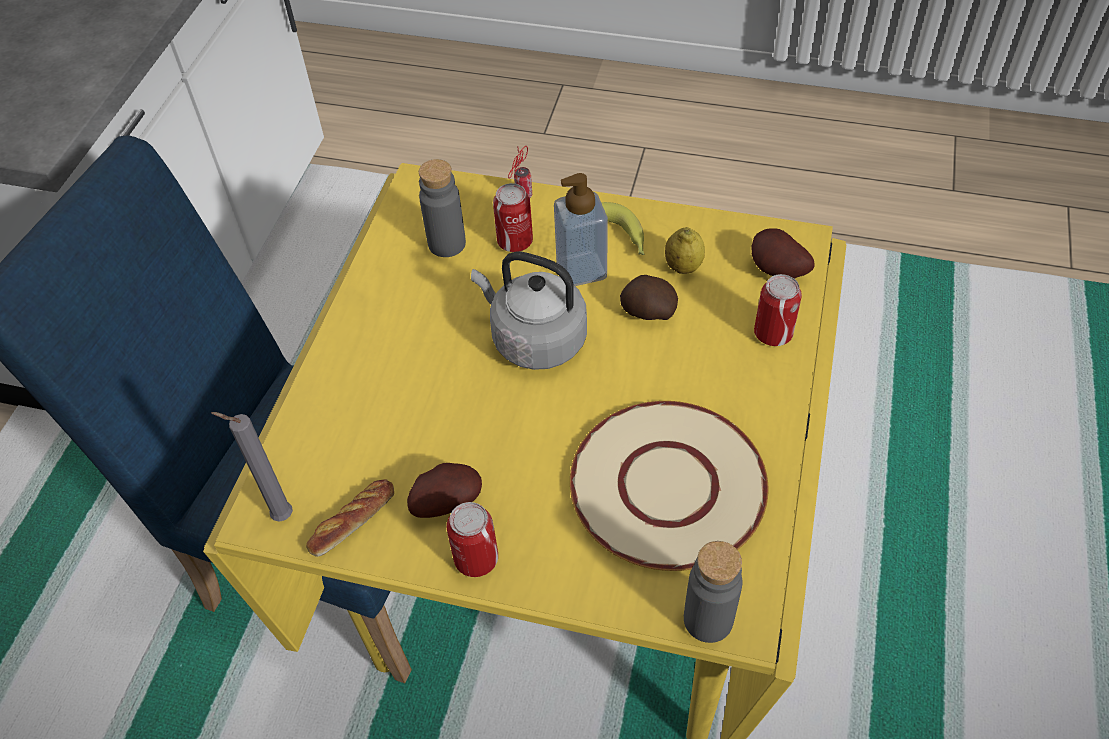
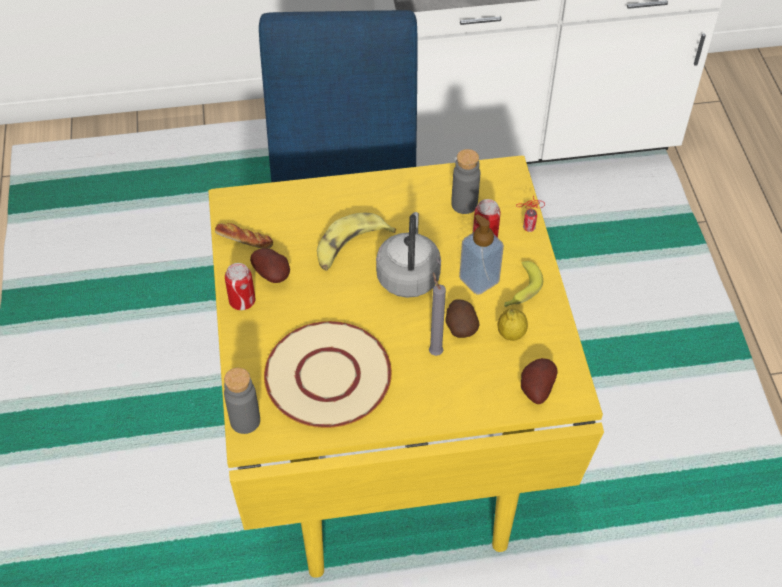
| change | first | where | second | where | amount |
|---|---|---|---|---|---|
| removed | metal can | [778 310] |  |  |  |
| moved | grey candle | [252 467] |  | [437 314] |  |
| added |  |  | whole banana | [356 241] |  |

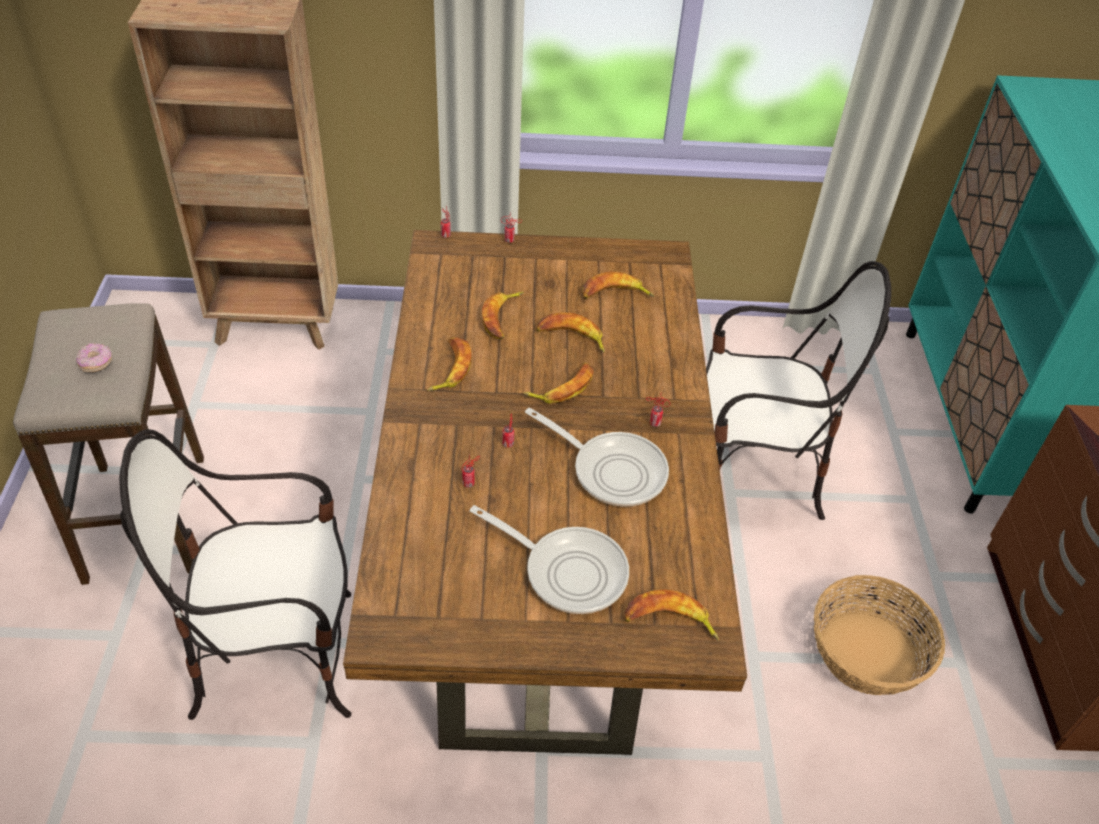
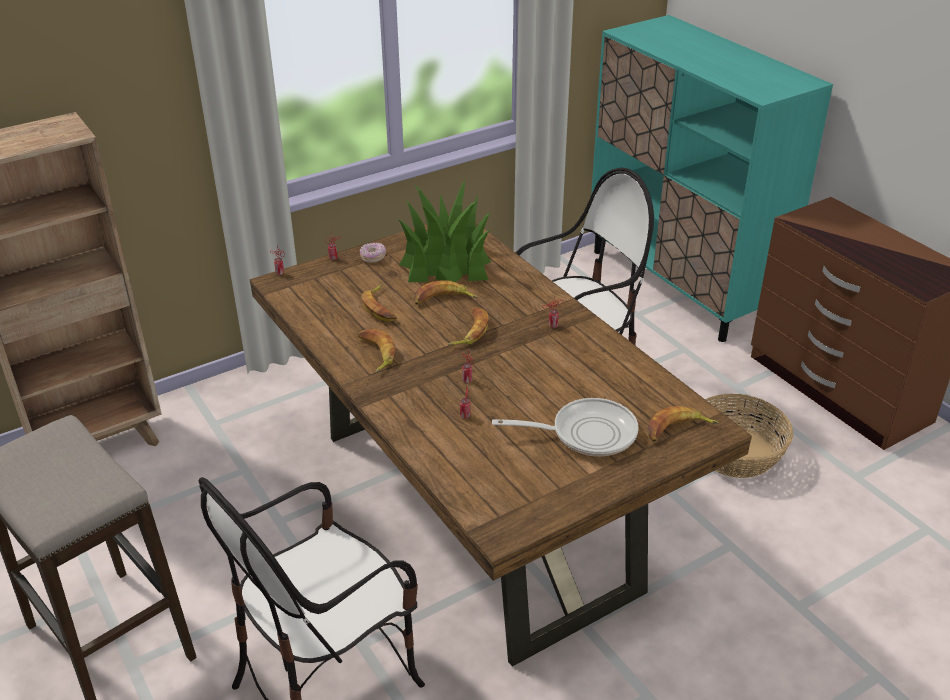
| change | first | where | second | where | amount |
|---|---|---|---|---|---|
| replaced | whole banana | [618 285] | houseplant | [445 231] |  |
| moved | ring doughnut | [94 357] |  | [373 253] |  |
| removed | pan | [597 457] |  |  |  |

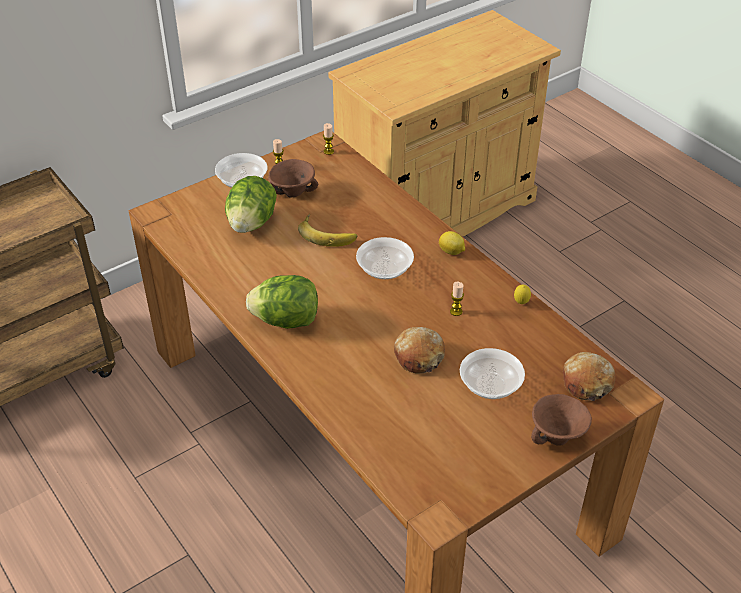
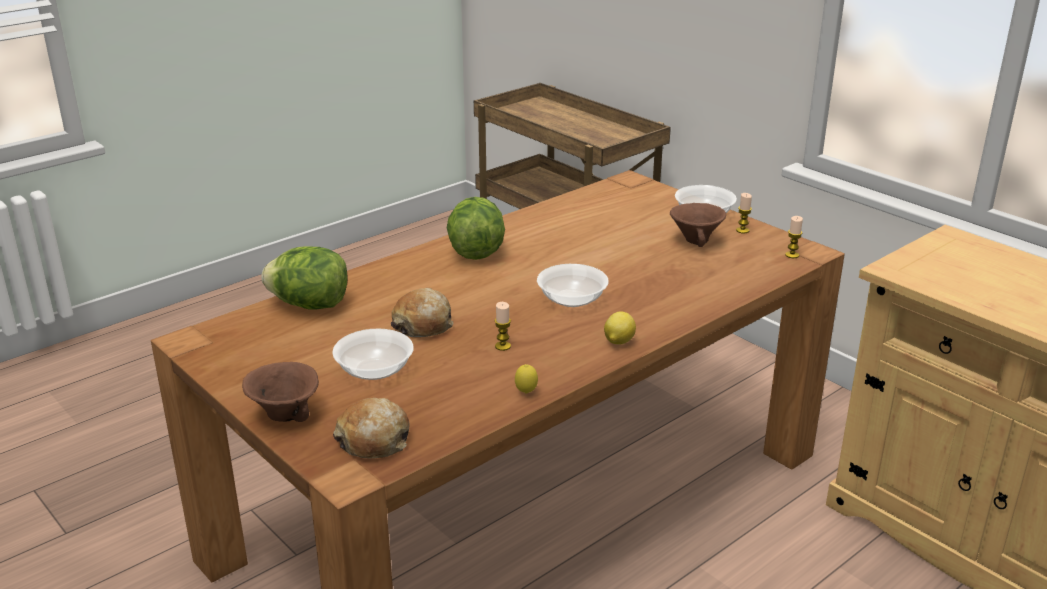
| change | first | where | second | where | amount |
|---|---|---|---|---|---|
| moved | lettuce | [251 204] |  | [304 278] |  |
| removed | whole banana | [327 230] |  |  |  |

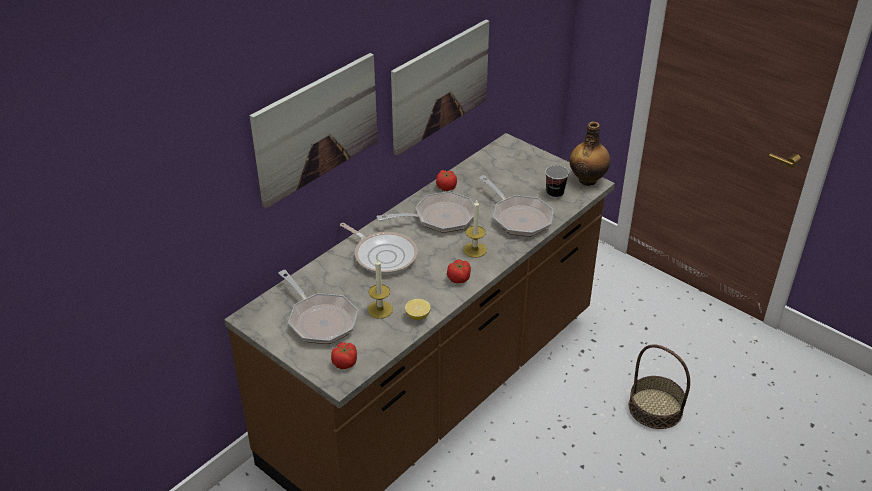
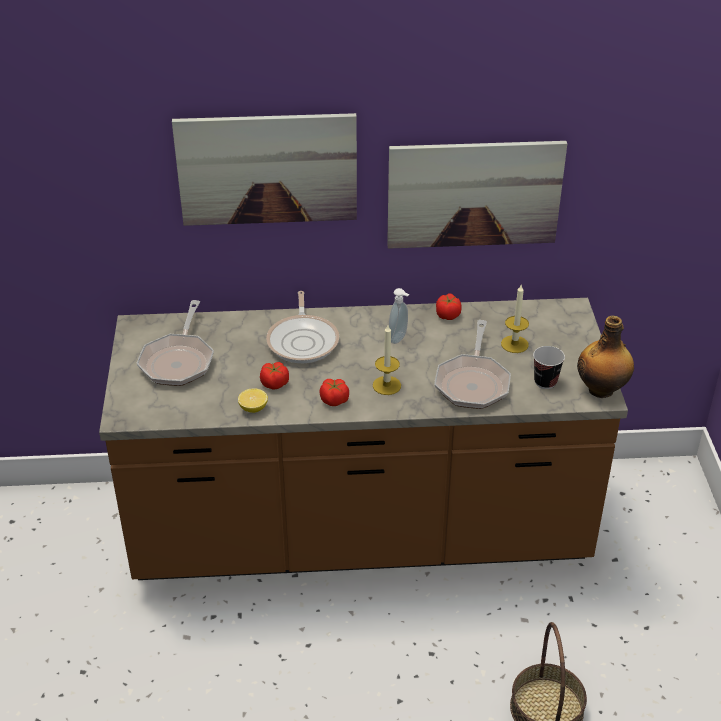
| change | first | where | second | where | amount |
|---|---|---|---|---|---|
| replaced | pan | [425 212] | liquid soap bottle | [399 316] |  |
| moved | candle | [380 289] |  | [515 319] |  |
| moved | tomato | [344 355] |  | [274 375] |  |

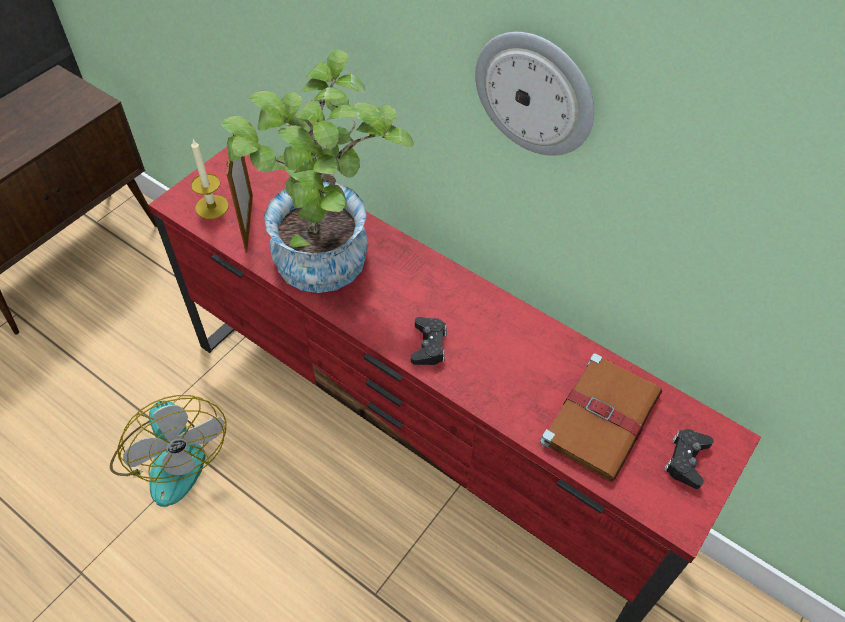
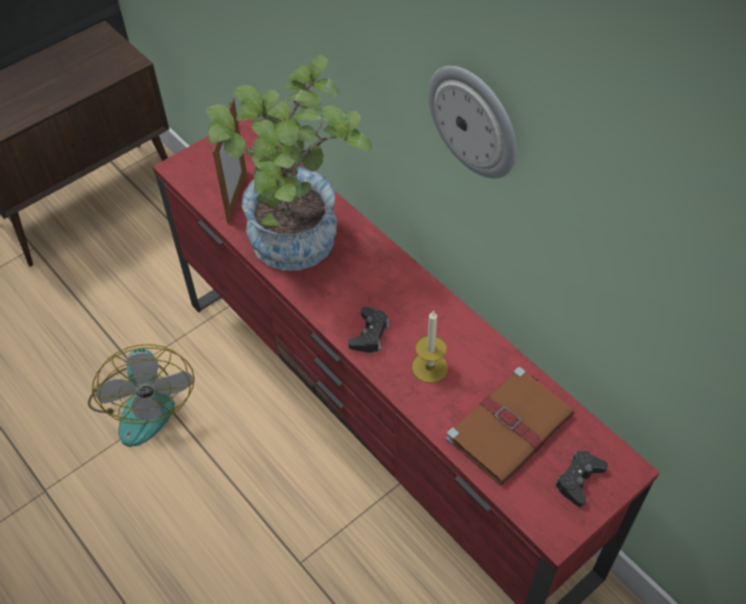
| change | first | where | second | where | amount |
|---|---|---|---|---|---|
| moved | candle | [210 179] |  | [430 346] |  |

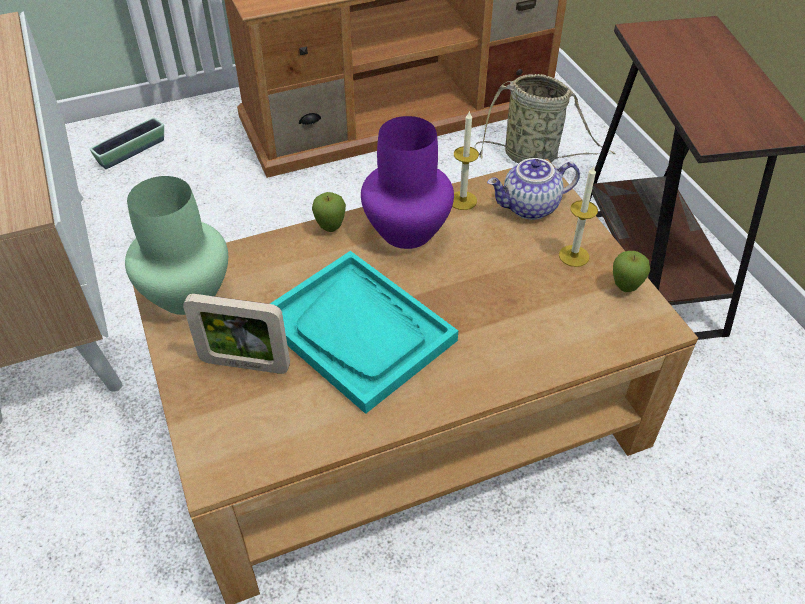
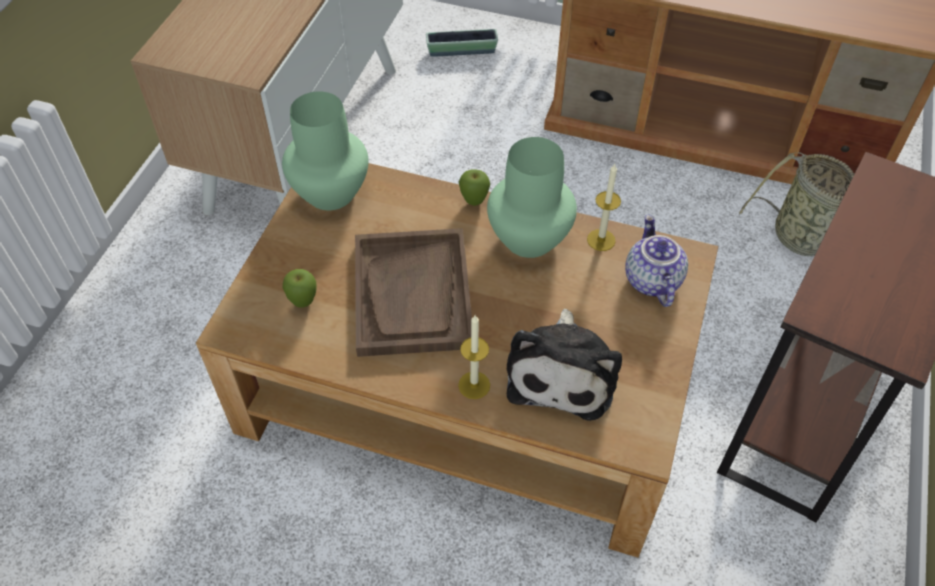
| change | first | where | second | where | amount |
|---|---|---|---|---|---|
| recoloured | purplish vase | [407 182] | green vase | [532 197] |  |
| turned | pot for tea | [533 189] |  | [656 261] | 60 degrees clockwise |
| moved | candle | [578 216] |  | [474 357] |  |
| recoloured | blue-green serving tray | [364 332] | brown serving tray | [413 292] |  |
| moved | whole apple | [632 271] |  | [300 288] |  |
| removed | standing frame | [236 334] |  |  |  |
| added |  |  | plush toy | [564 365] |  |

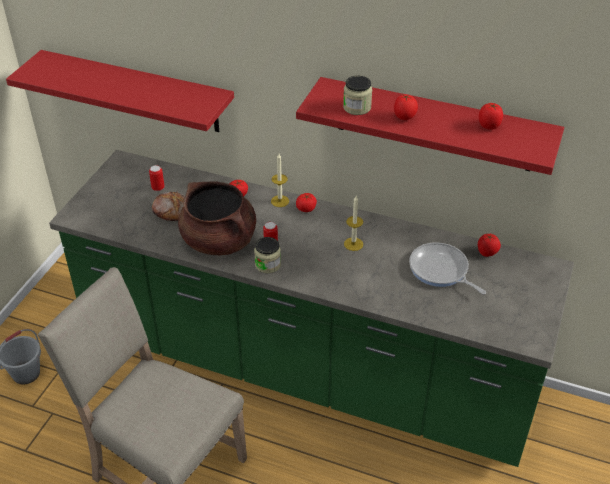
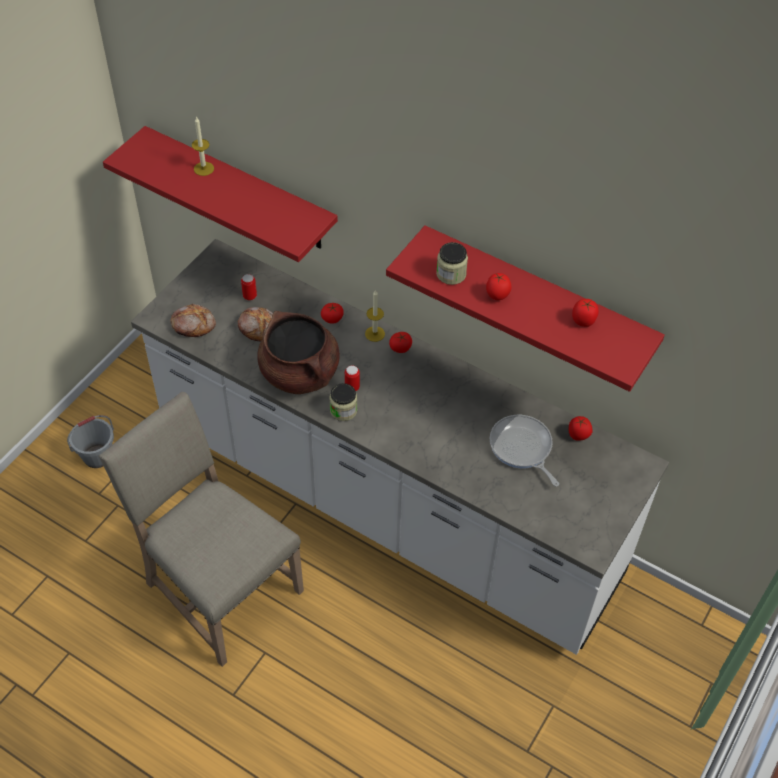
| change | first | where | second | where | amount |
|---|---|---|---|---|---|
| recoloured | green kitchen counter | [311 308] | white kitchen counter | [400 447] |  |
| moved | candle | [353 223] |  | [203 146] |  |
| added |  |  | bread | [193 320] |  |

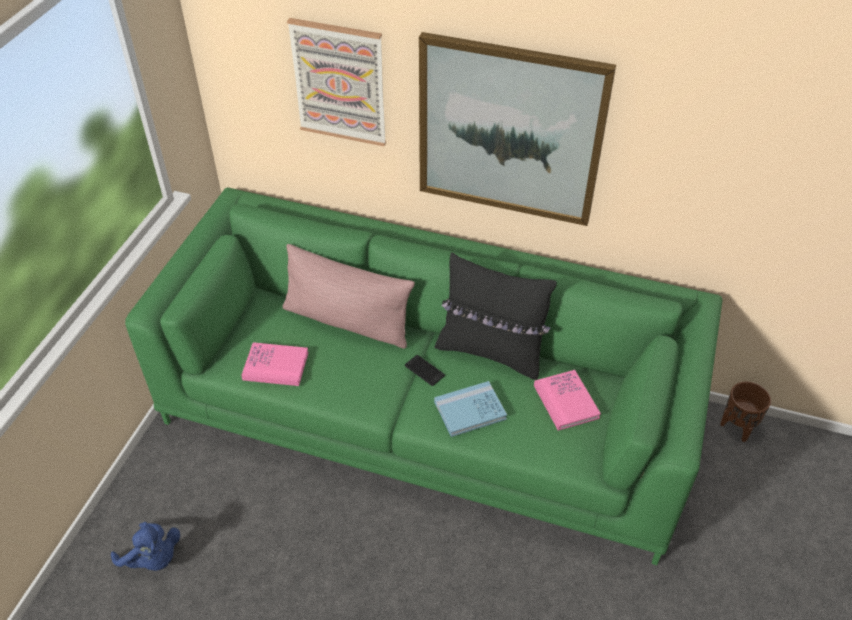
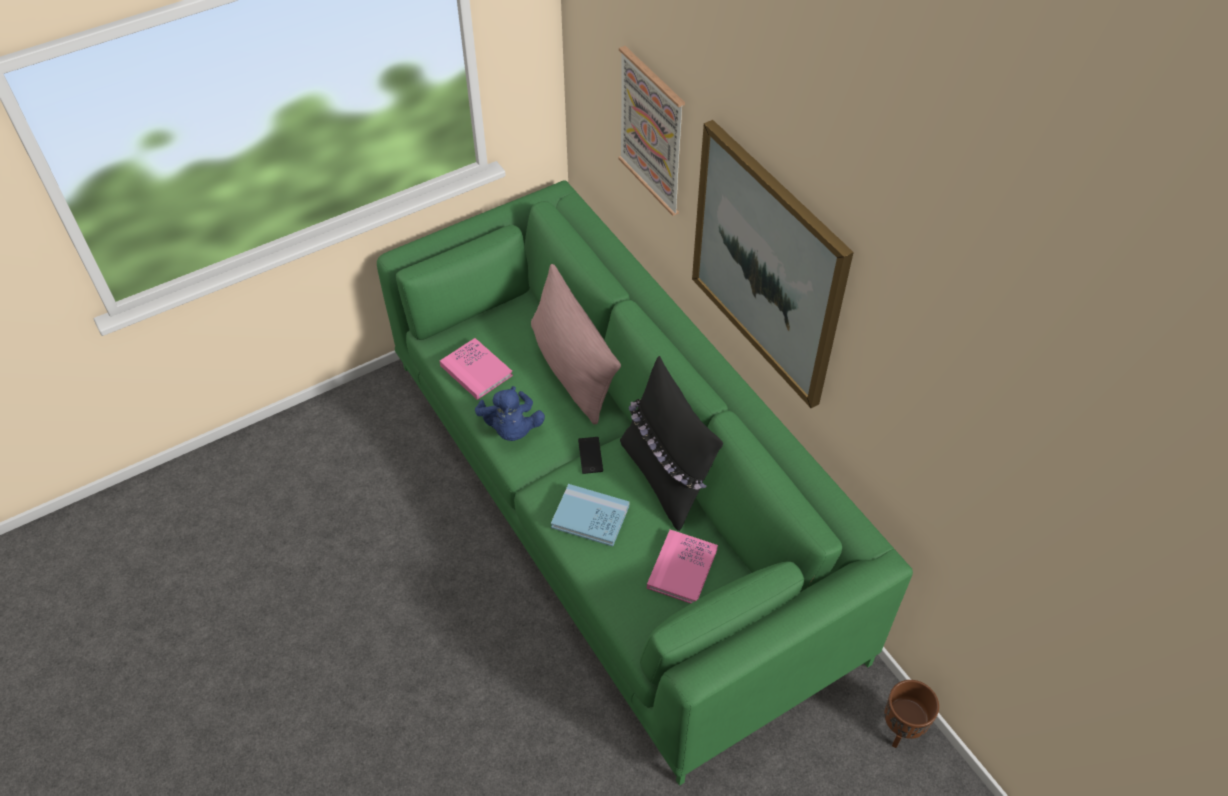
| change | first | where | second | where | amount |
|---|---|---|---|---|---|
| moved | bluish plush toy | [145 546] |  | [510 413] |  |

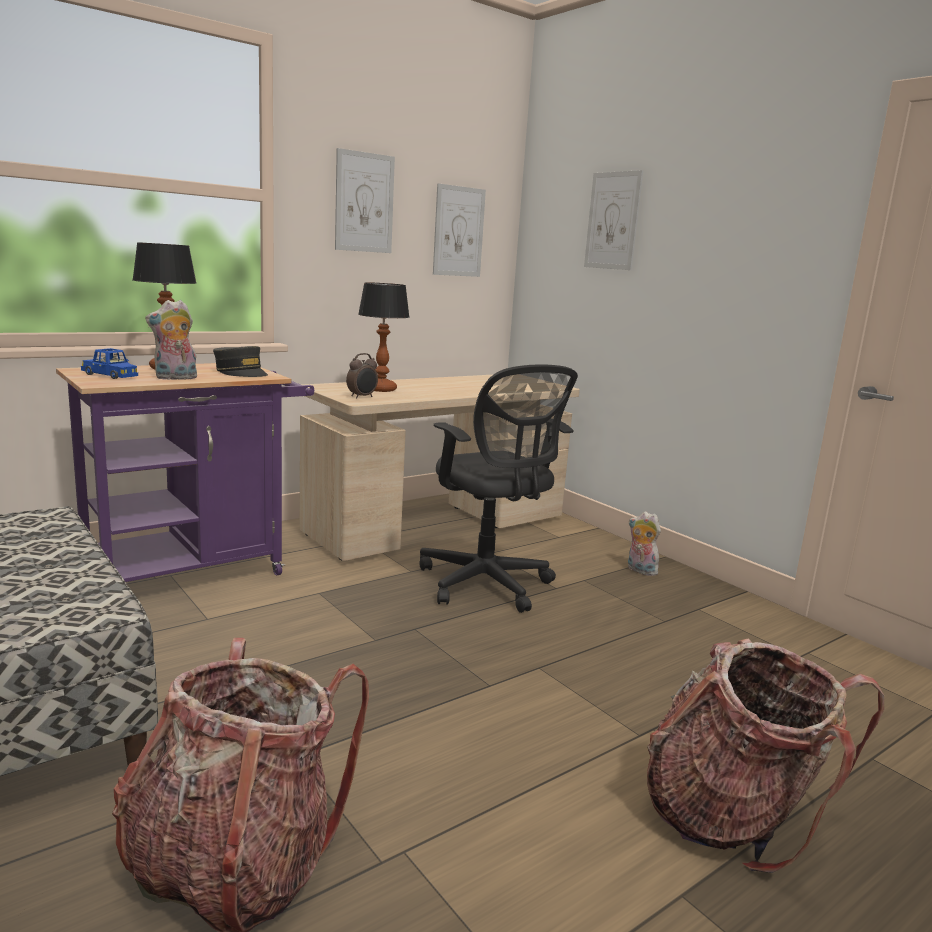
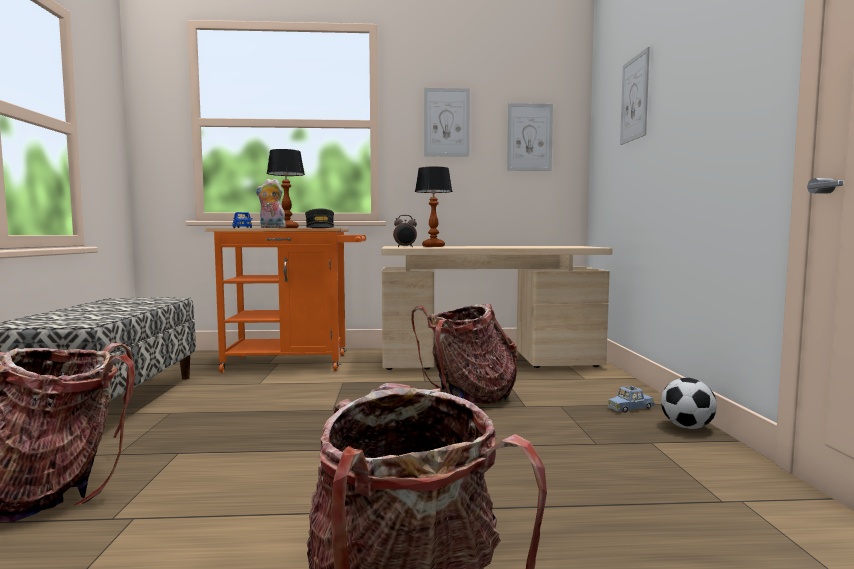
| change | first | where | second | where | amount |
|---|---|---|---|---|---|
| recoloured | purplish trolley | [185 472] | orangey trolley | [286 300] |  |
| replaced | blackish desk chair | [499 488] | knapsack | [464 354] |  |
| replaced | plush toy | [644 543] | bluish model car | [631 399] |  |
| added |  |  | ball for football | [689 403] |  |

